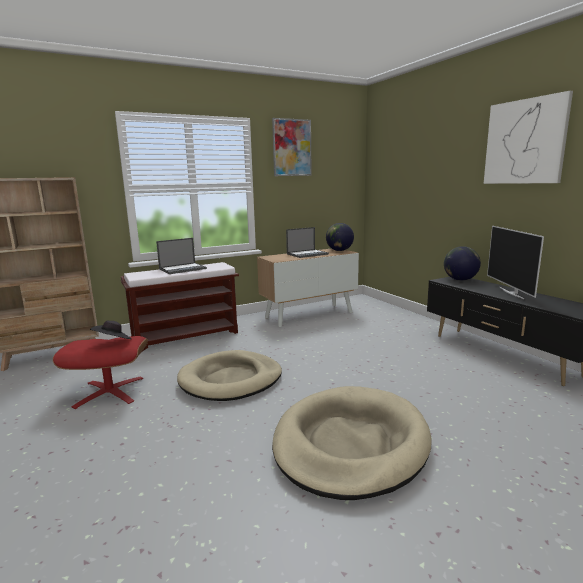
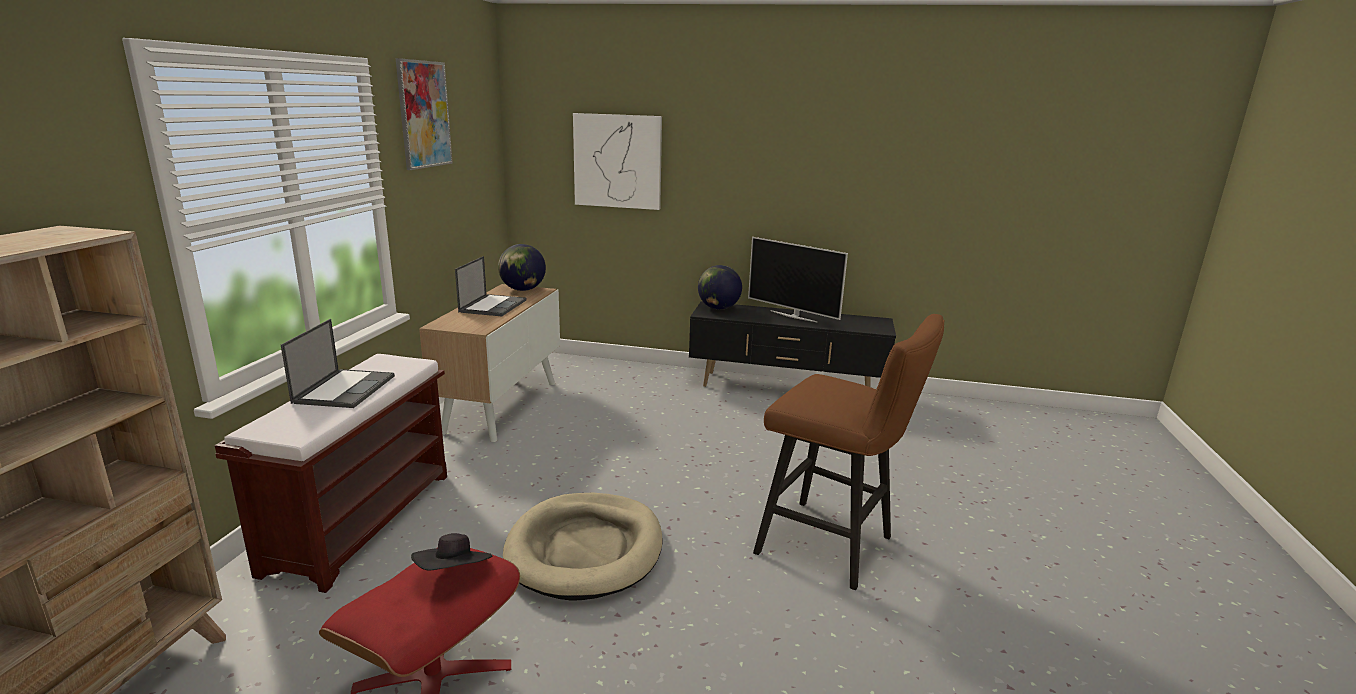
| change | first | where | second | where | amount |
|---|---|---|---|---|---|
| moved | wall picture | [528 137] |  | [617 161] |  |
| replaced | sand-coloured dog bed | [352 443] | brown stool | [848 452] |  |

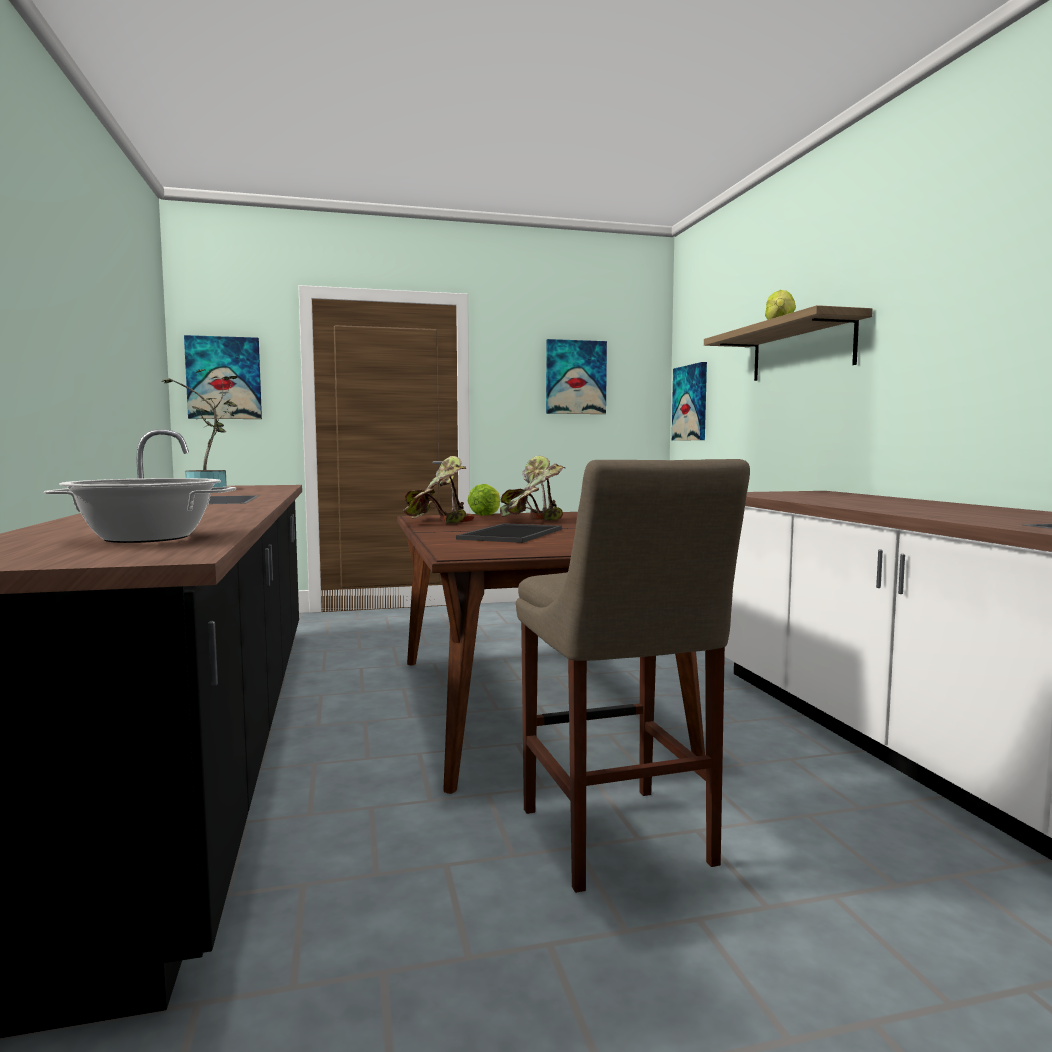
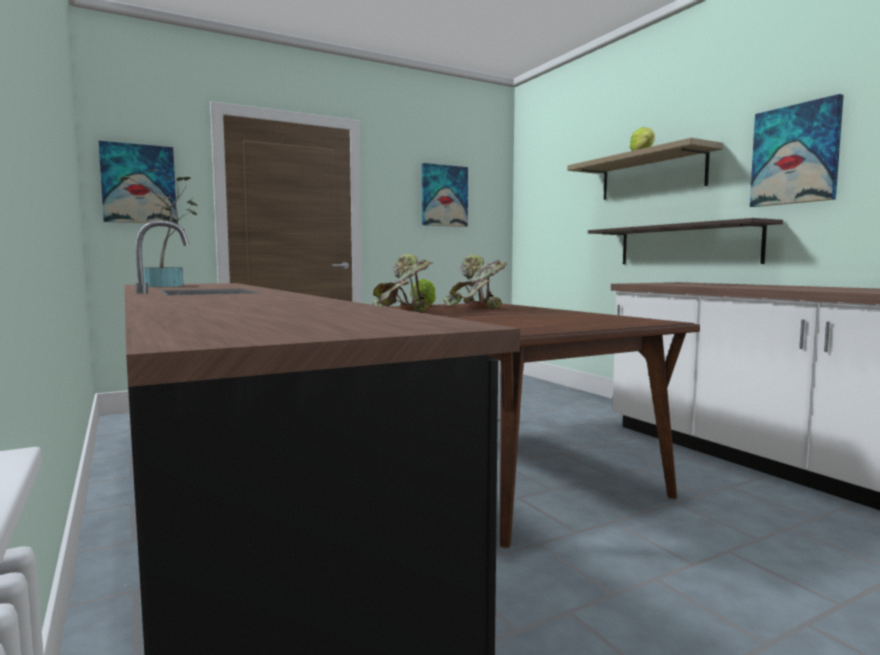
| change | first | where | second | where | amount |
|---|---|---|---|---|---|
| moved | wall picture | [689 401] |  | [797 150] |  |
| removed | sand-coloured stool | [633 676] |  |  |  |
| removed | stockpot | [140 510] |  |  |  |
| removed | serving tray | [509 533] |  |  |  |
| added |  |  | bracket shelf | [685 241] |  |

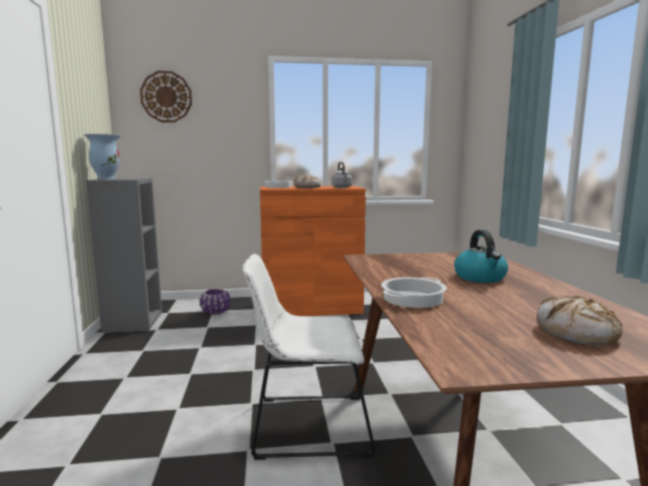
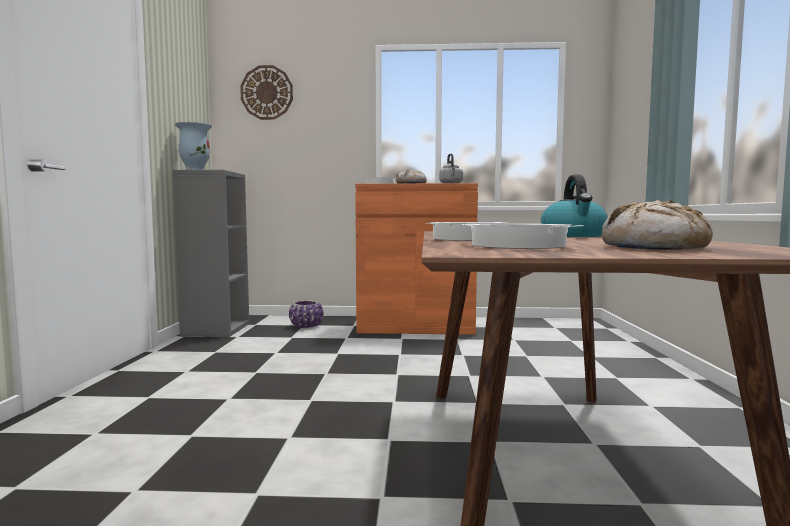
| change | first | where | second | where | amount |
|---|---|---|---|---|---|
| removed | white upright chair | [309 357] |  |  |  |
| added |  |  | stockpot | [521 236] |  |

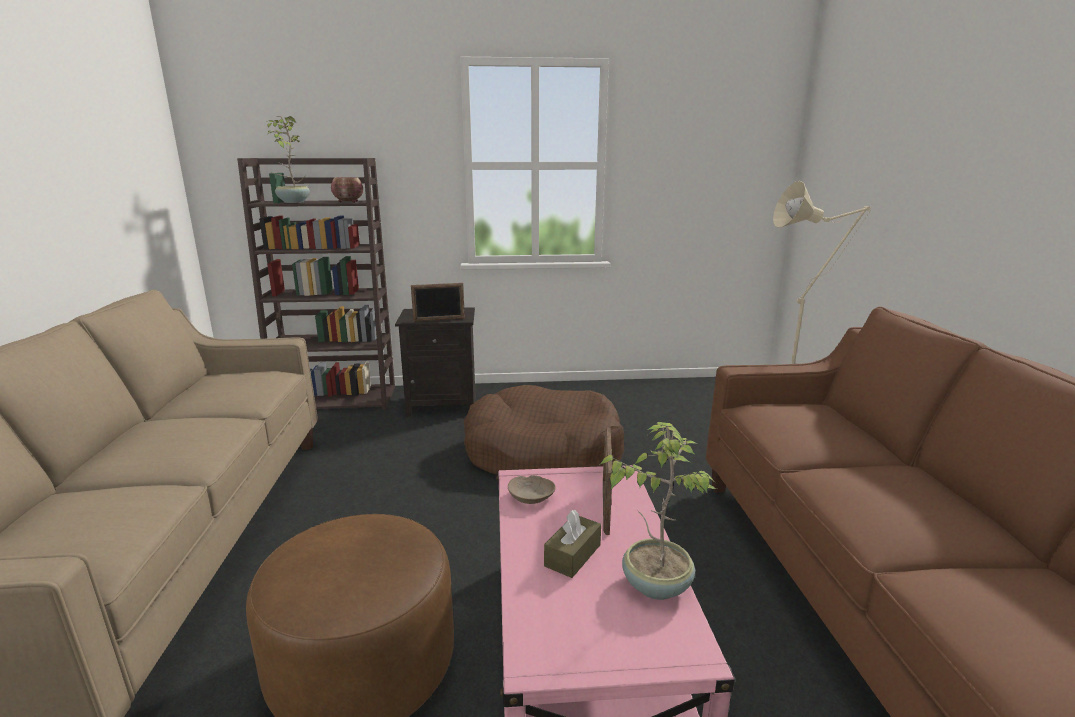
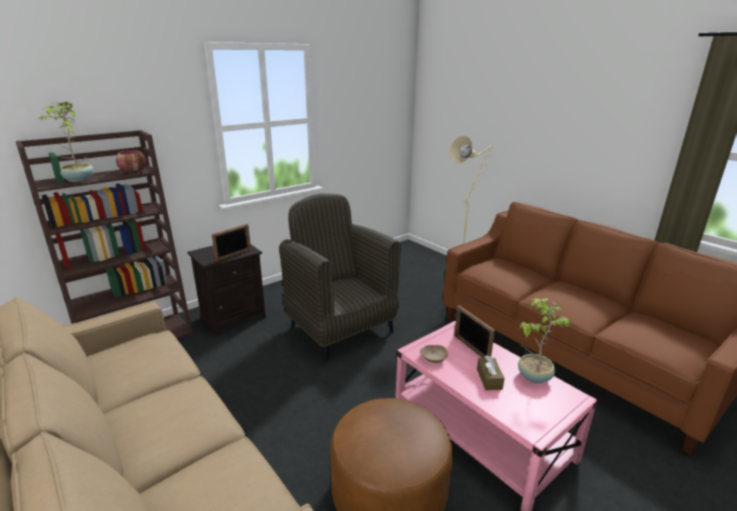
| change | first | where | second | where | amount |
|---|---|---|---|---|---|
| replaced | brown dog bed | [544 430] | grey lounge chair | [340 277] |  |

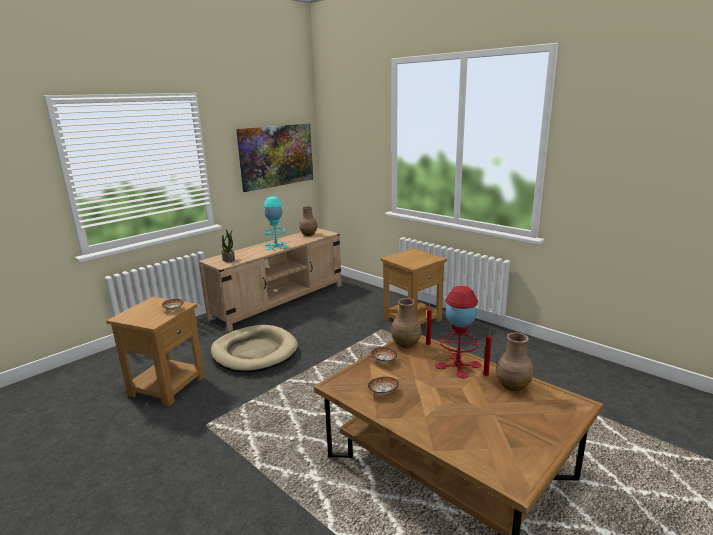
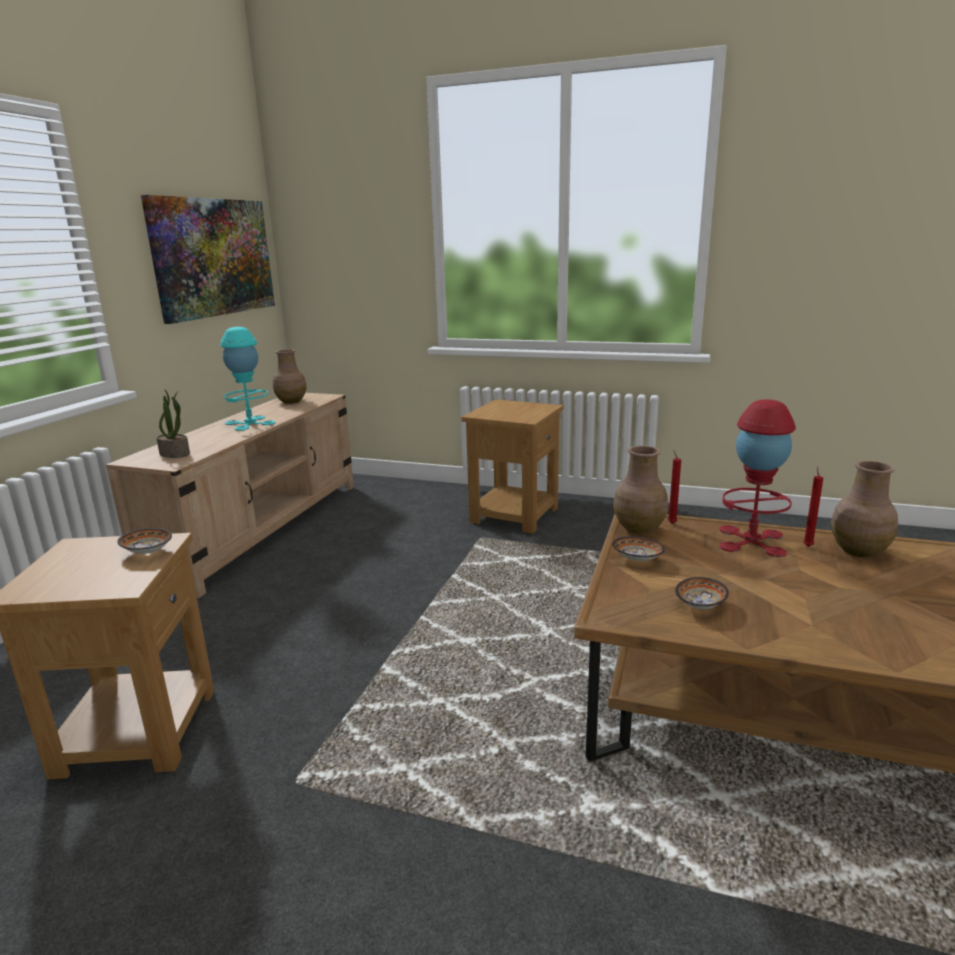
| change | first | where | second | where | amount |
|---|---|---|---|---|---|
| removed | sand-coloured dog bed | [254 348] |  |  |  |

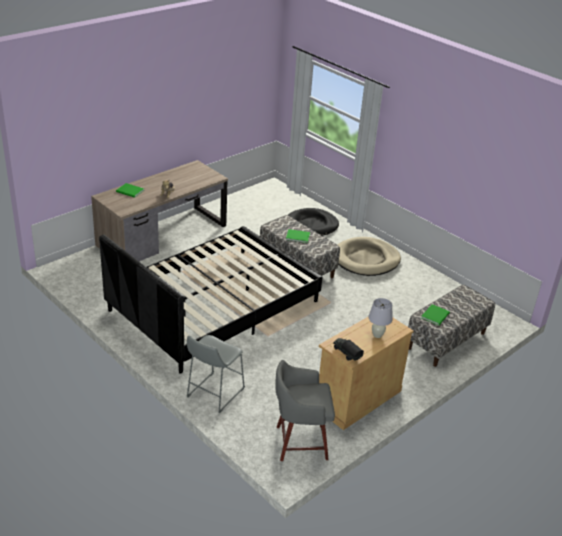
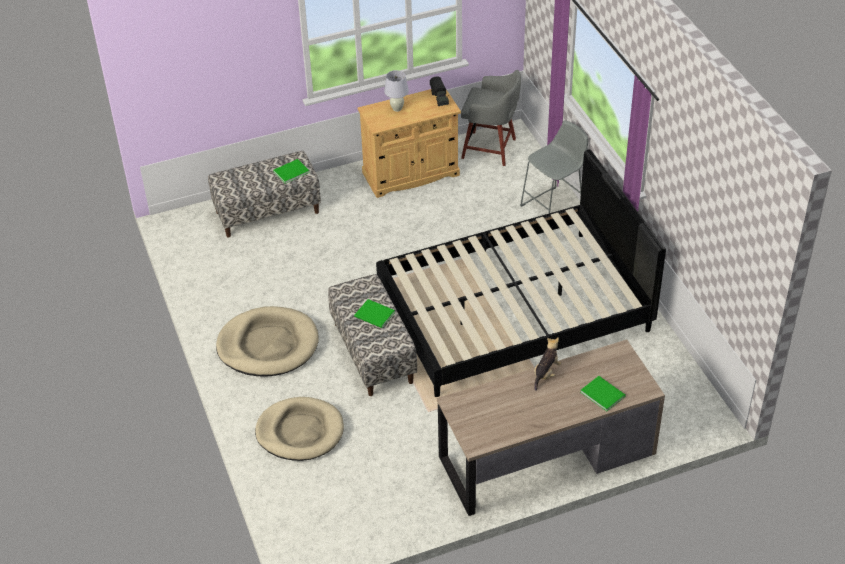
| change | first | where | second | where | amount |
|---|---|---|---|---|---|
| recoloured | blackish dog bed | [313 222] | sand-coloured dog bed | [299 429] |  |

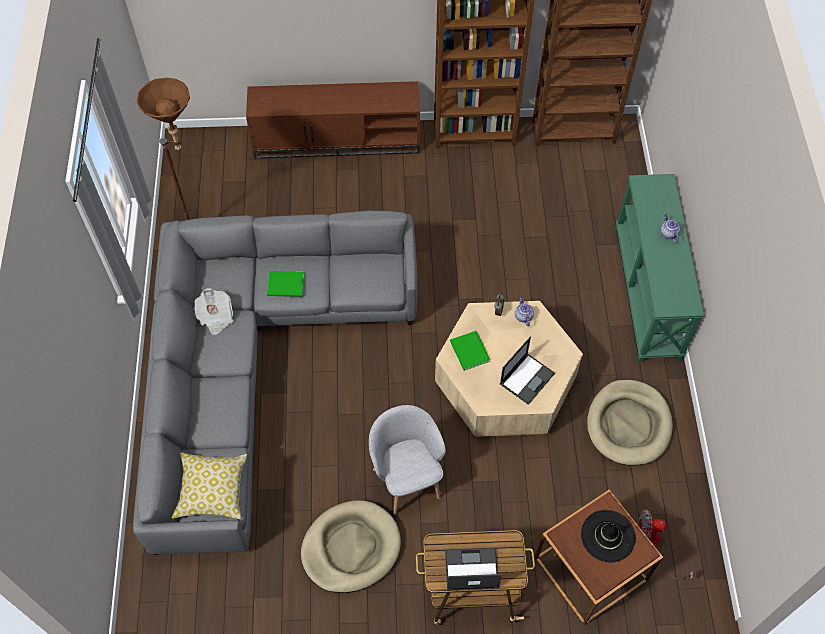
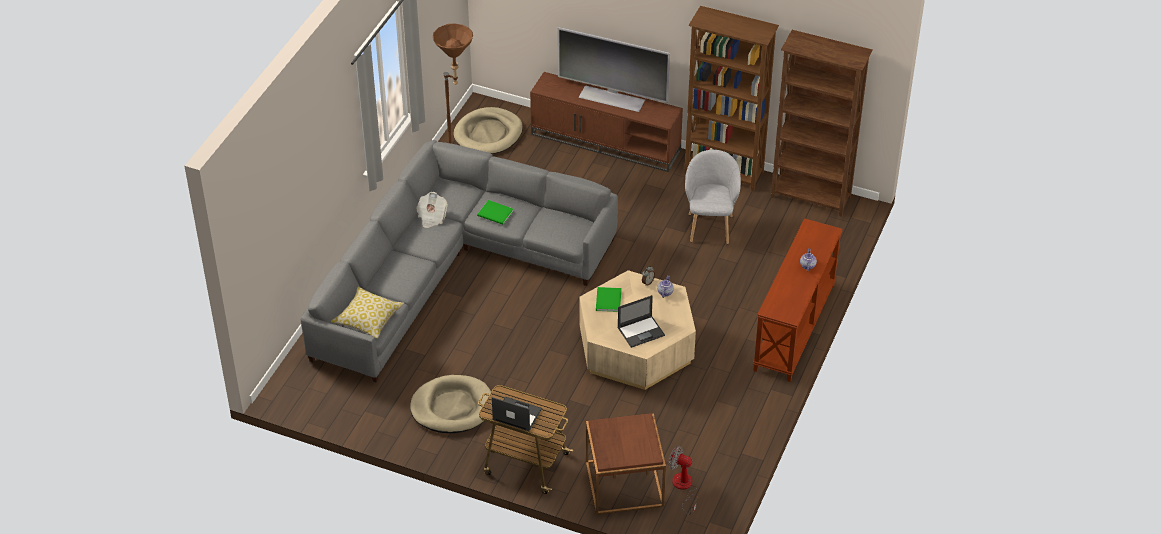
| change | first | where | second | where | amount |
|---|---|---|---|---|---|
| recoloured | green console table | [659 268] | brown console table | [798 300] |  |
| moved | sand-coloured dog bed | [630 423] |  | [488 130] |  |
| moved | grey lounge chair | [407 460] |  | [713 197] |  |
| removed | blackish hat | [608 536] |  |  |  |
| added |  |  | TV | [613 69] |  |

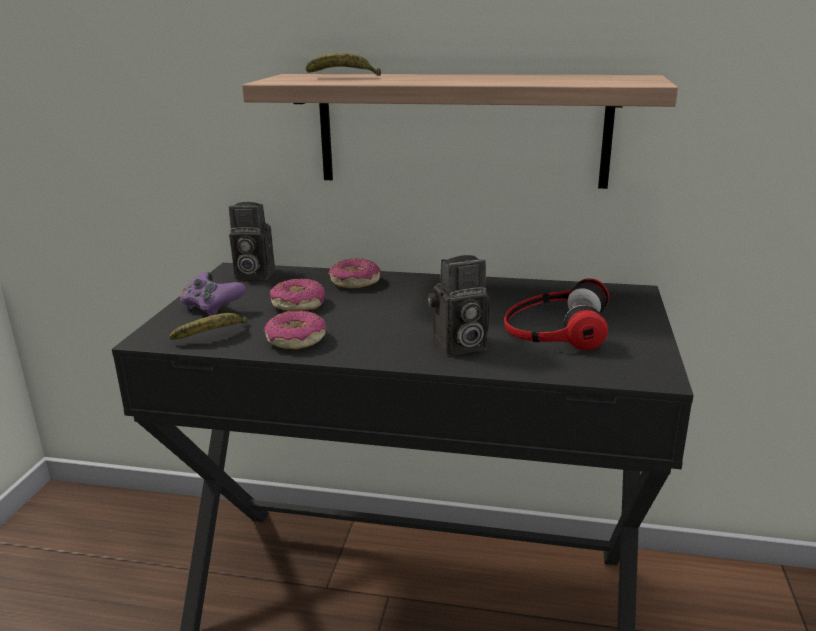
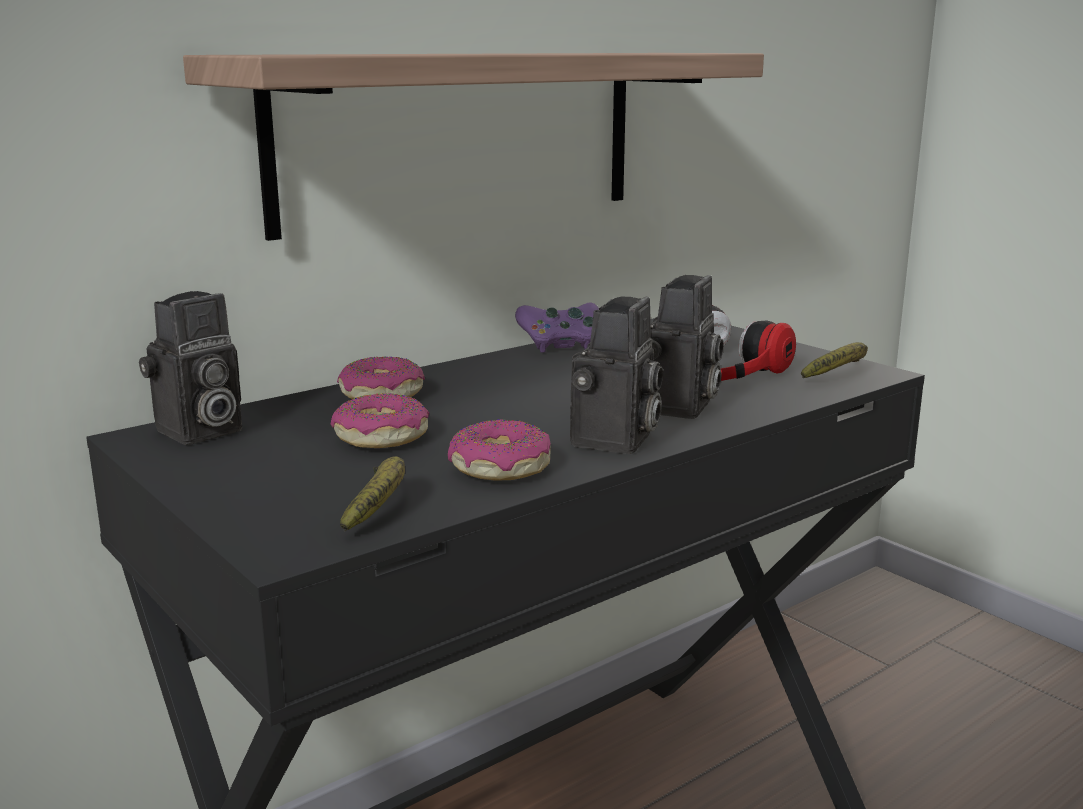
| change | first | where | second | where | amount |
|---|---|---|---|---|---|
| moved | whole banana | [343 64] |  | [834 360] |  |
| moved | purplish joypad | [213 294] |  | [557 327] |  |
| added |  |  | photo camera | [616 375] |  |

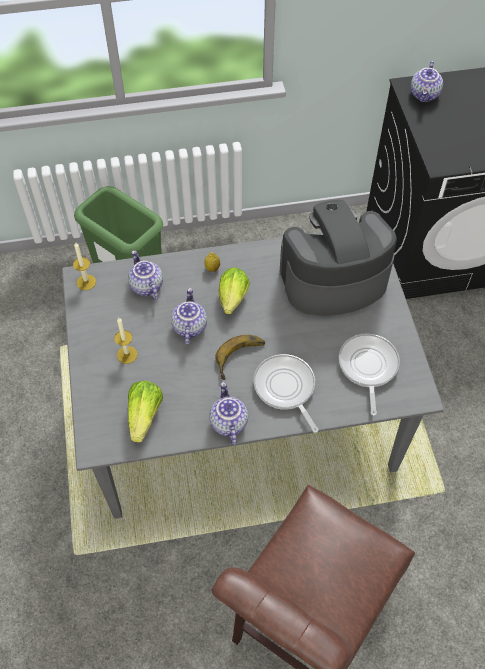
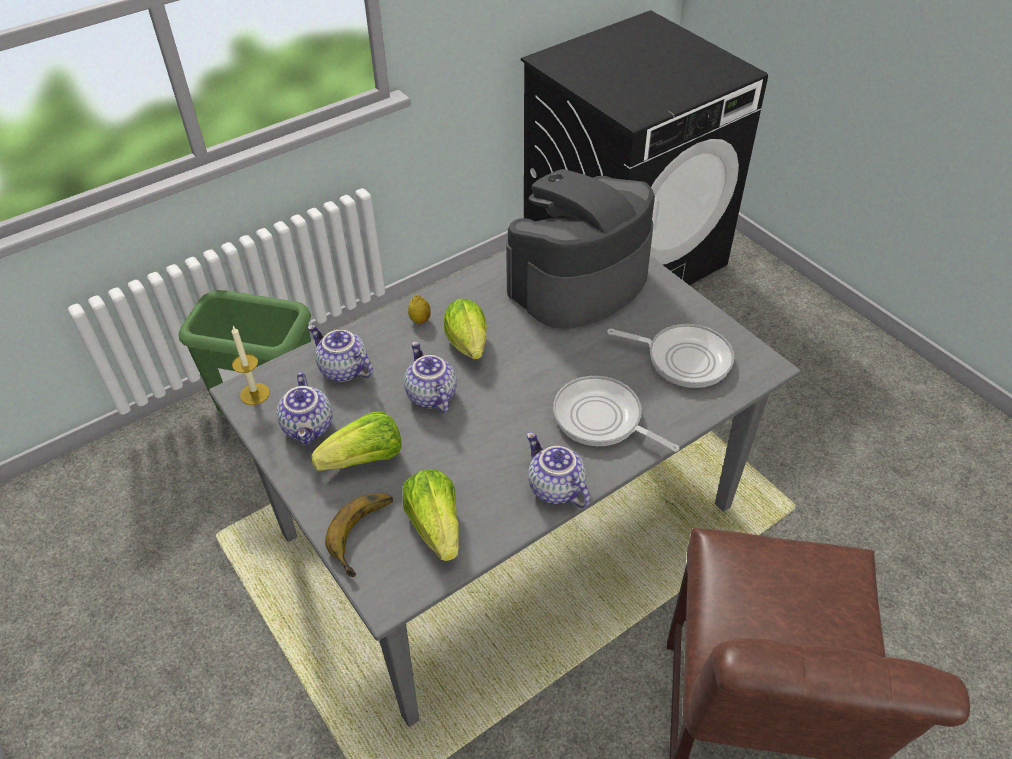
| change | first | where | second | where | amount |
|---|---|---|---|---|---|
| moved | pot for tea | [427 81] |  | [305 408] |  |
| replaced | candle | [126 341] | lettuce | [356 441] |  |
| turned | pan | [369 374] |  | [670 356] | 135 degrees clockwise |
| moved | whole banana | [240 357] |  | [359 535] |  |

